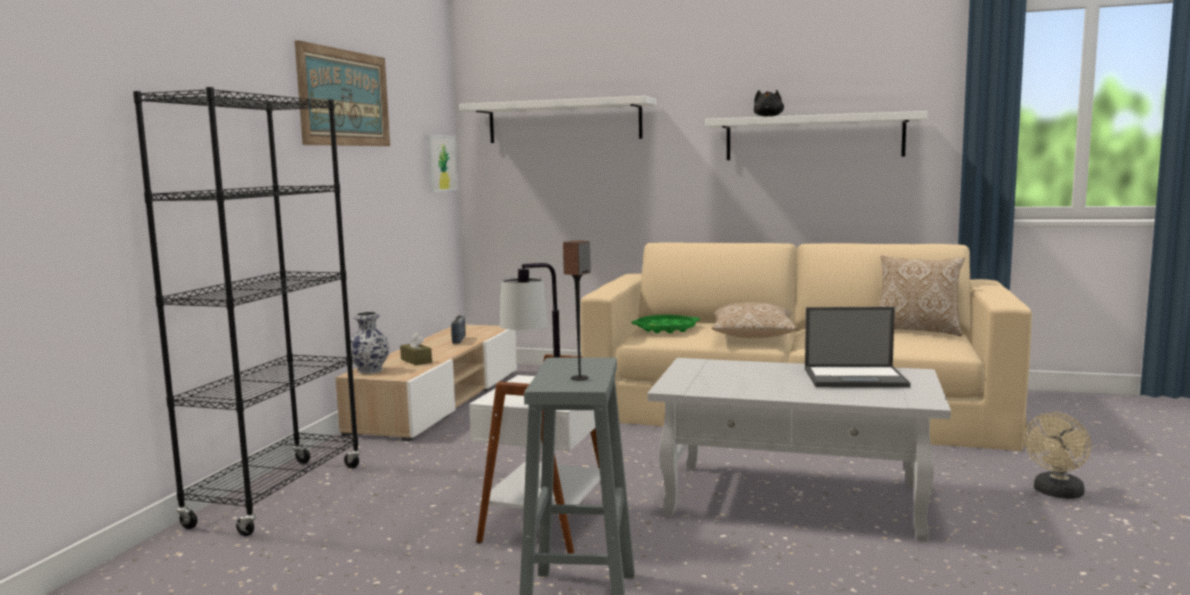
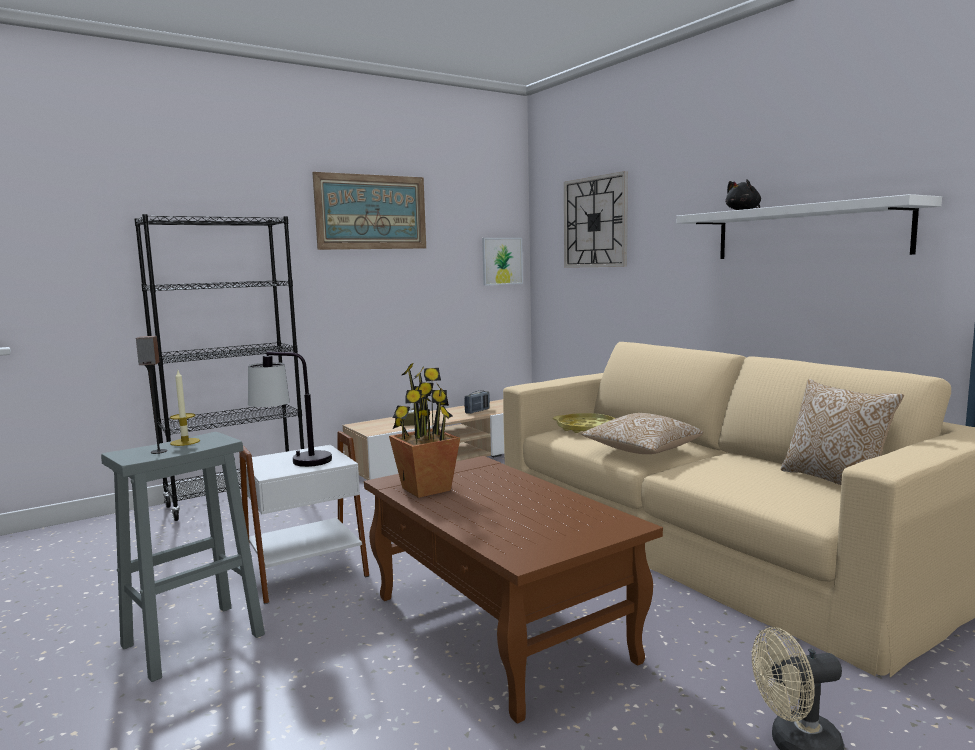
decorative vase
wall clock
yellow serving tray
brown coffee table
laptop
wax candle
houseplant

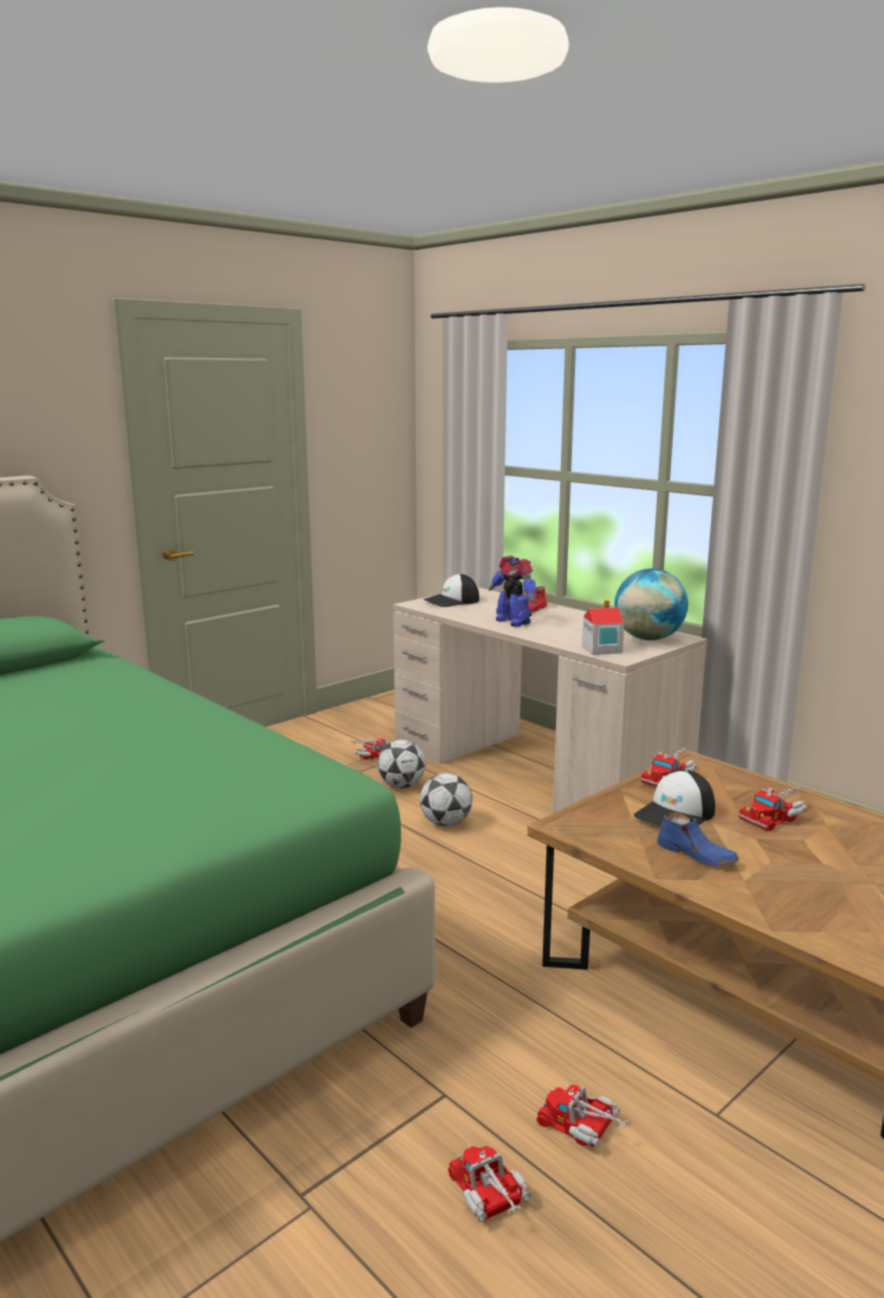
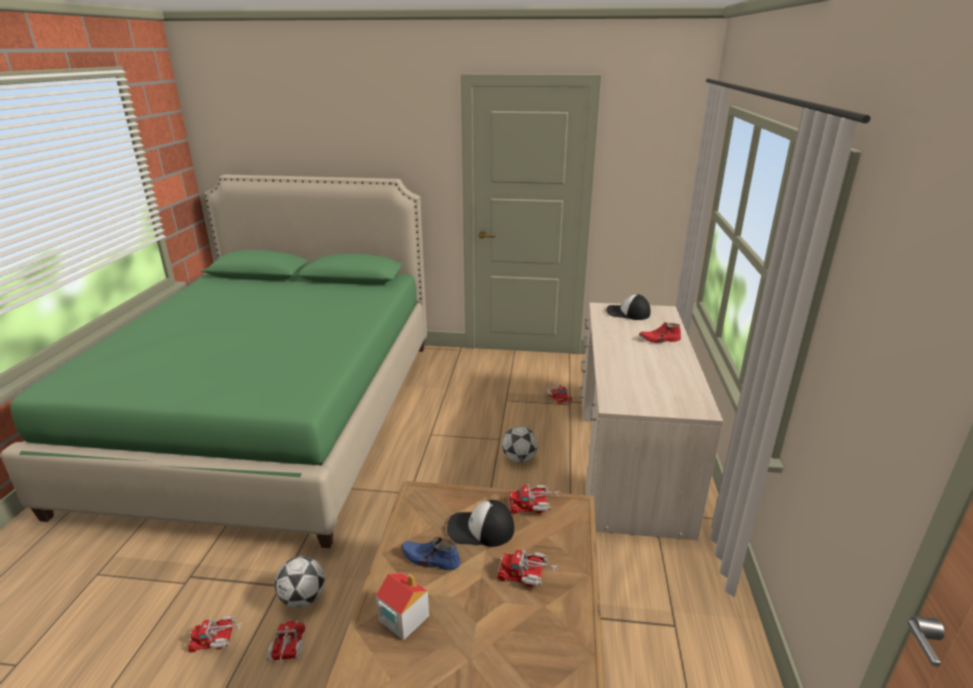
football (1st from left)
toy truck (1st from left)
robot figure
miniature house
desk globe
blue item of footwear

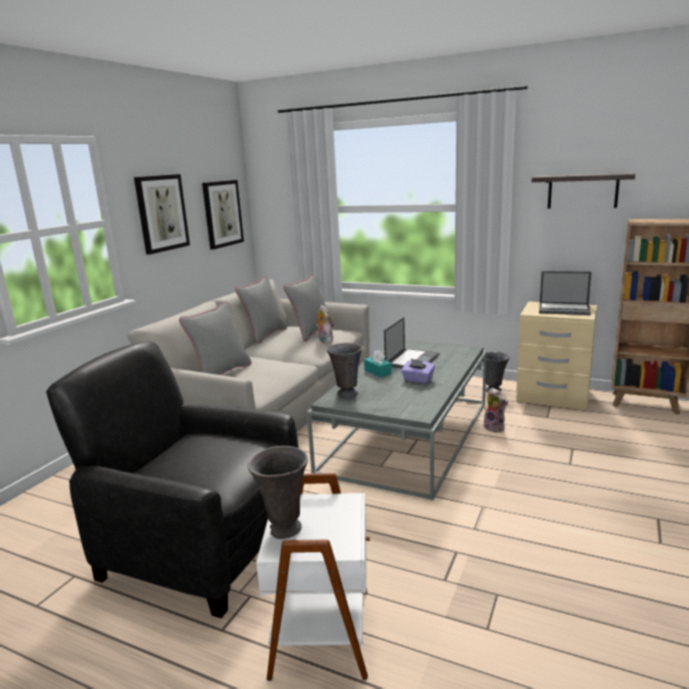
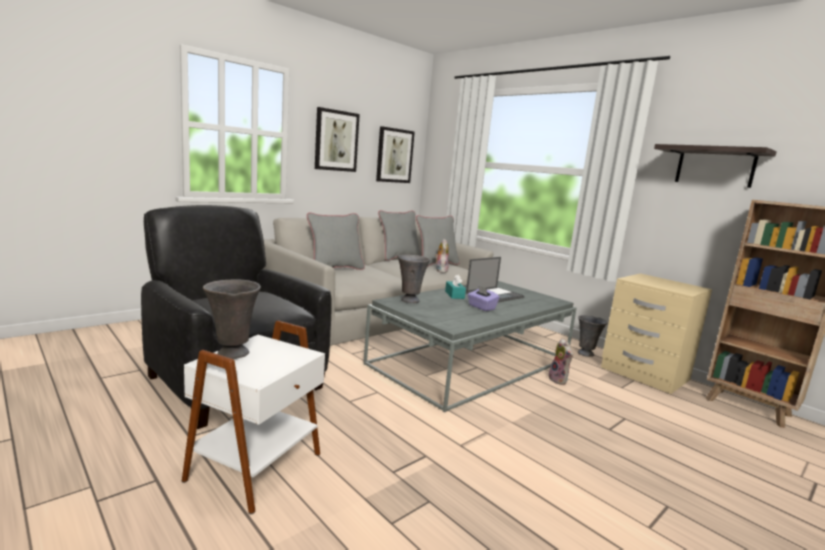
laptop (2nd from left in the first image)

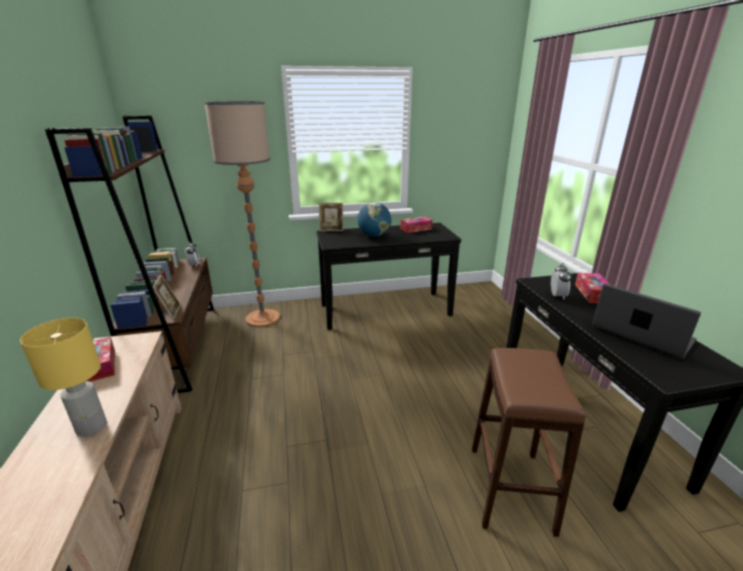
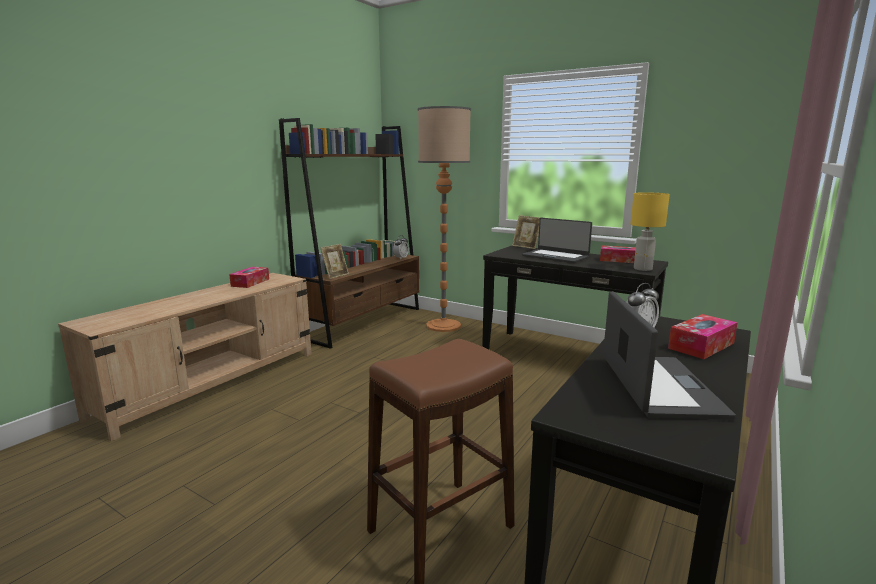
yellow table lamp
laptop (1st from left)

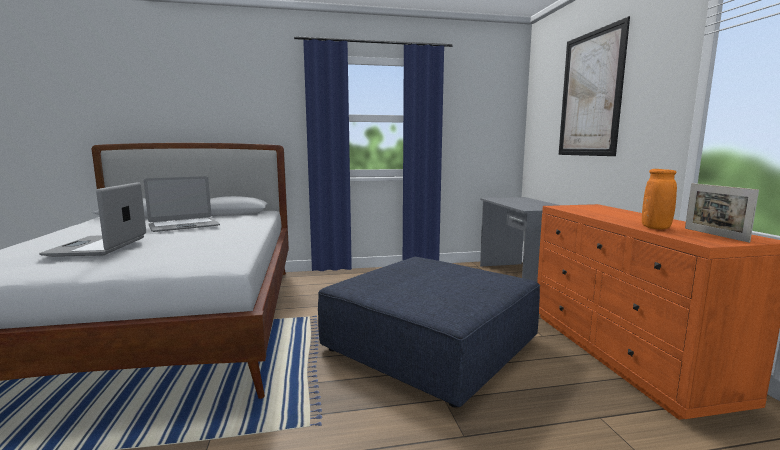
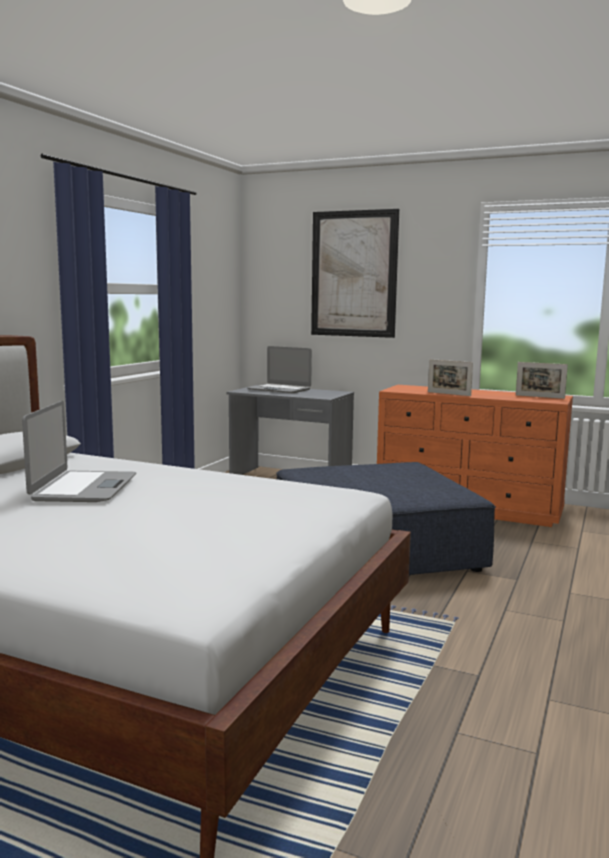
laptop (2nd from left)
orangey decorative vase
standing frame (1st from left)

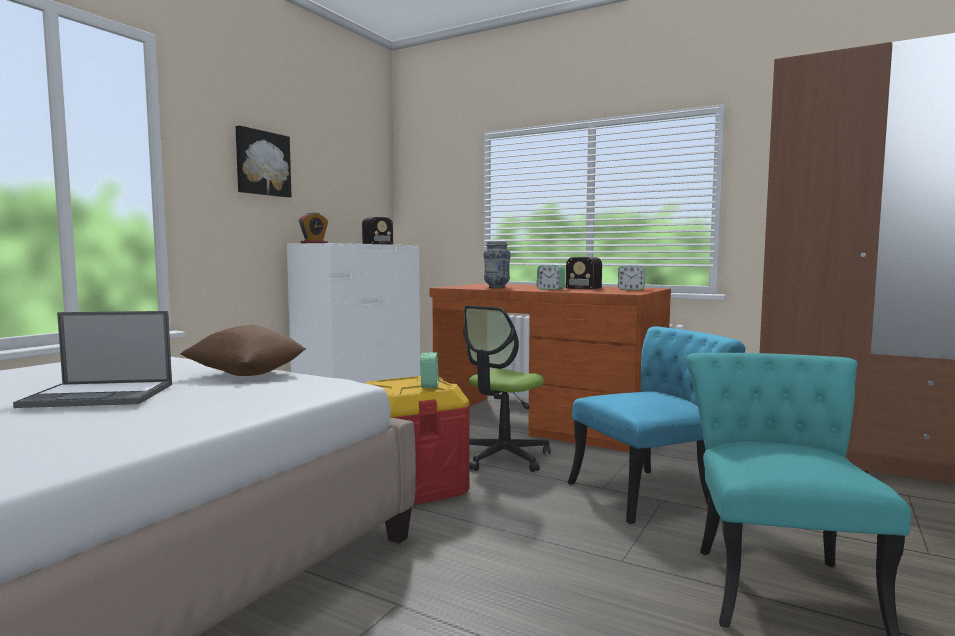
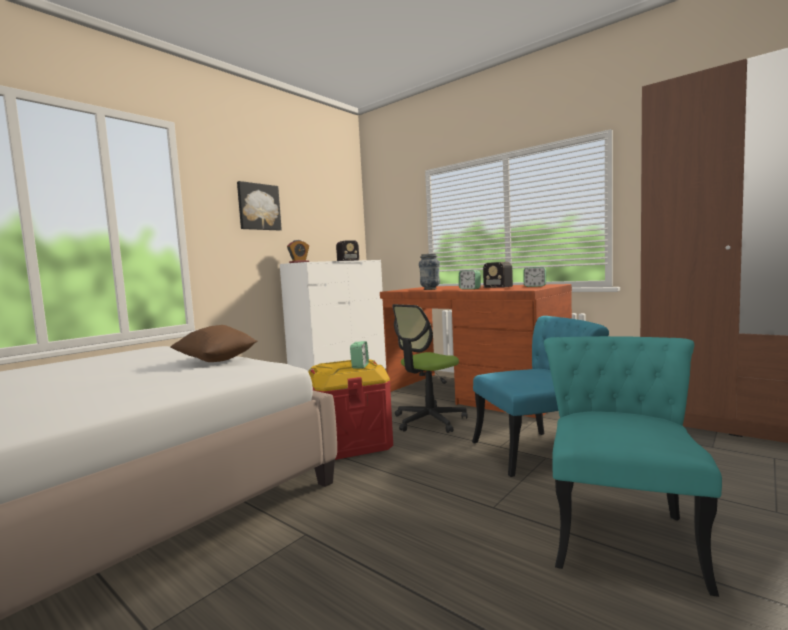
laptop

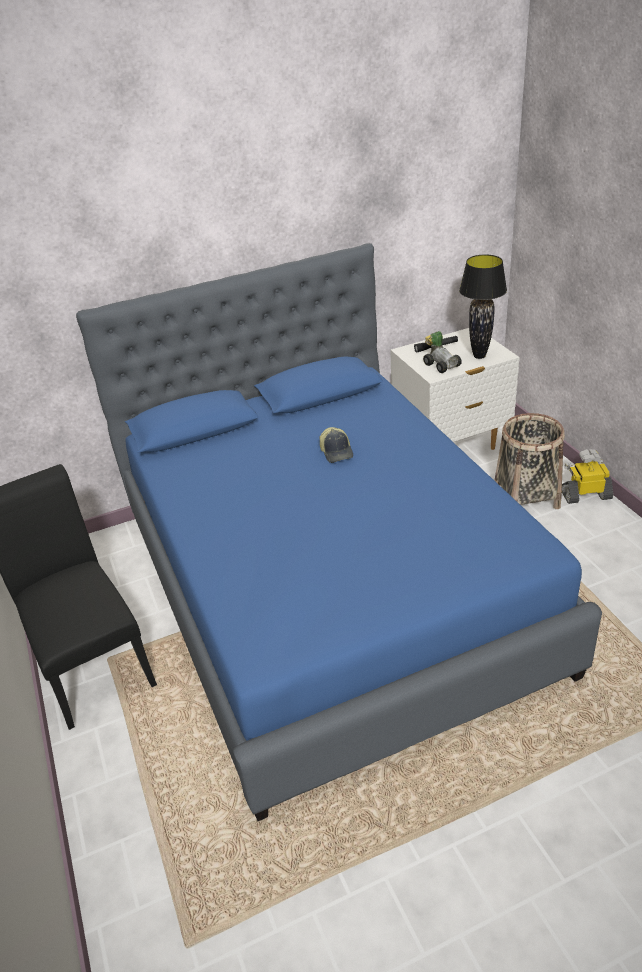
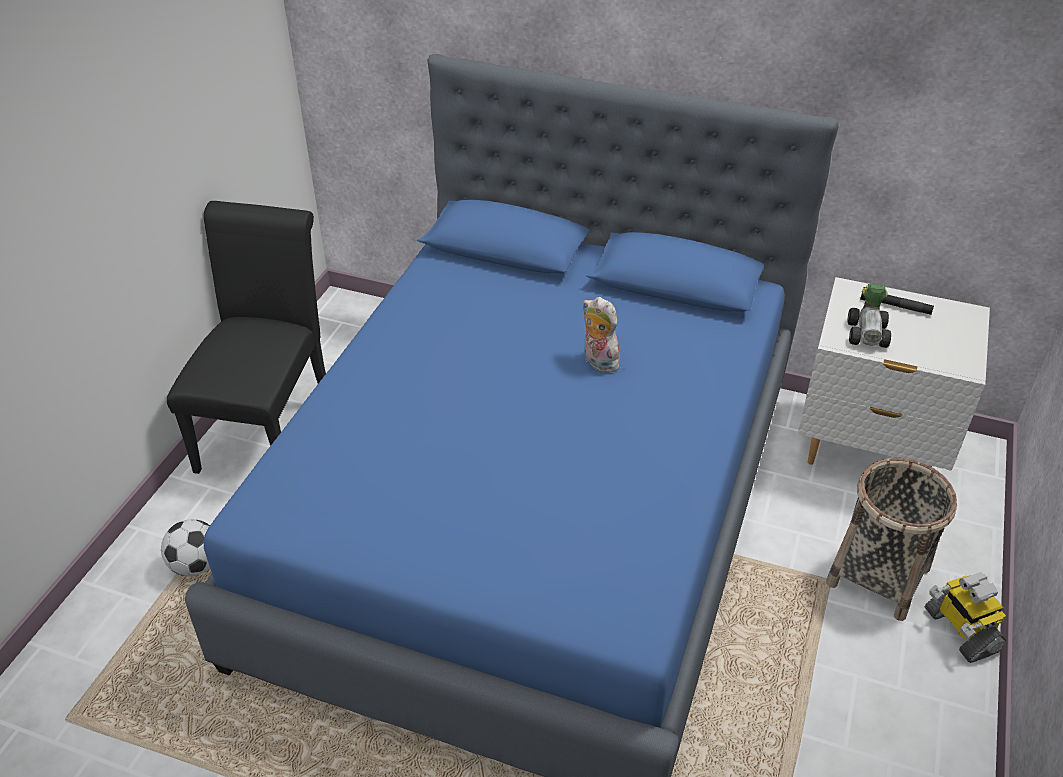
plush toy
black table lamp
robot figure
football

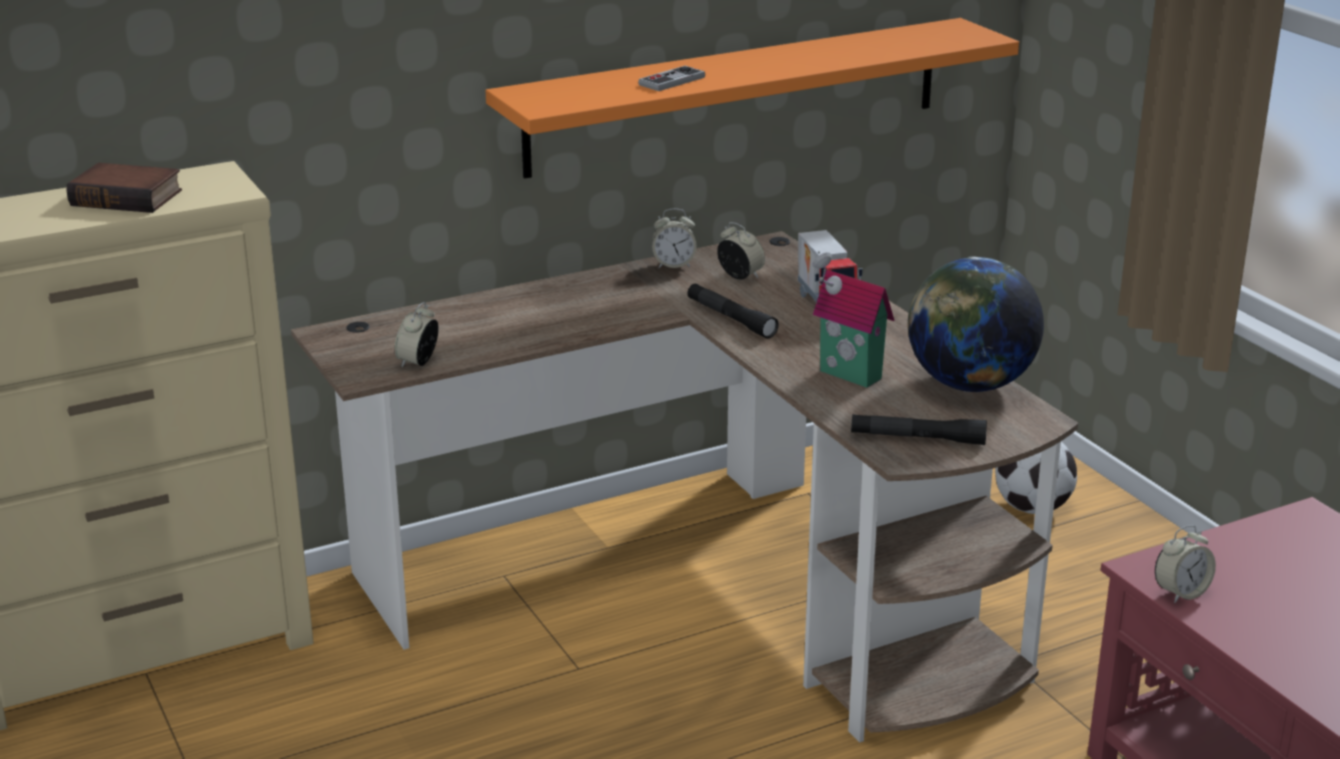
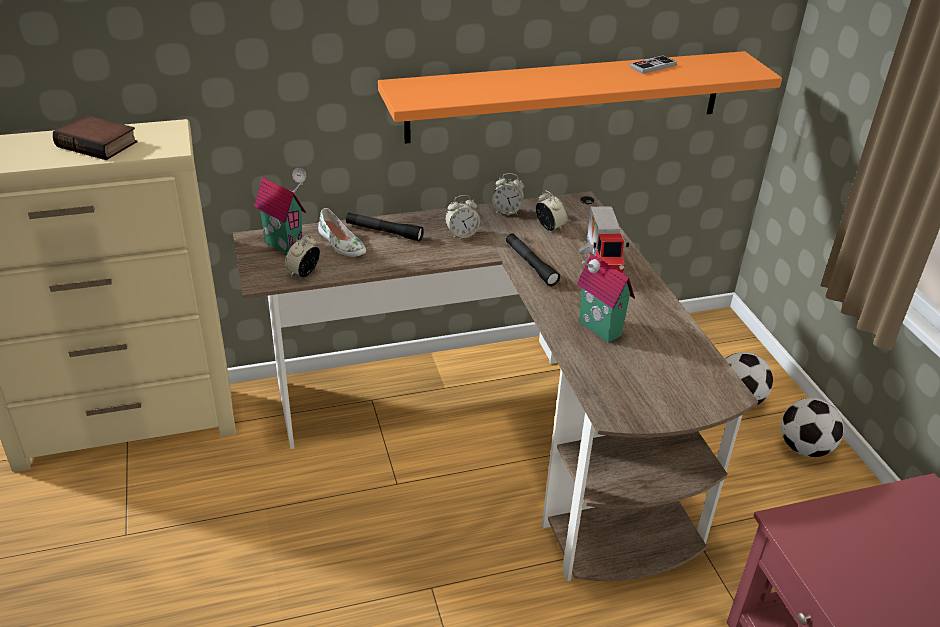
gamepad
black hand torch (1st from left)
desk globe
table clock (2nd from left)
miniature house (1st from left)
white-coloured item of footwear
football (2nd from left)

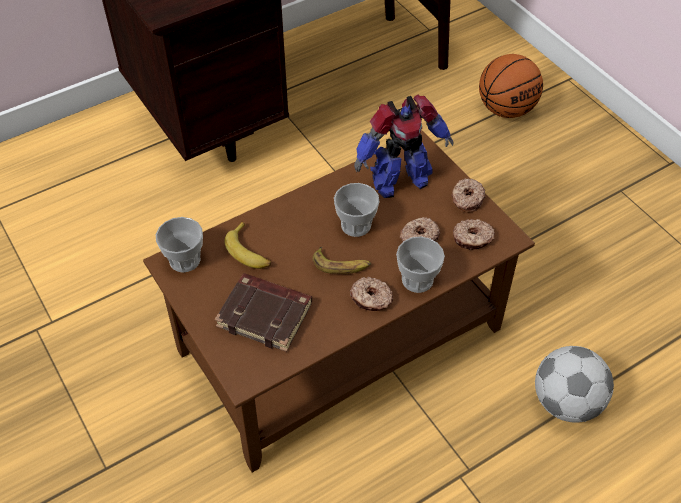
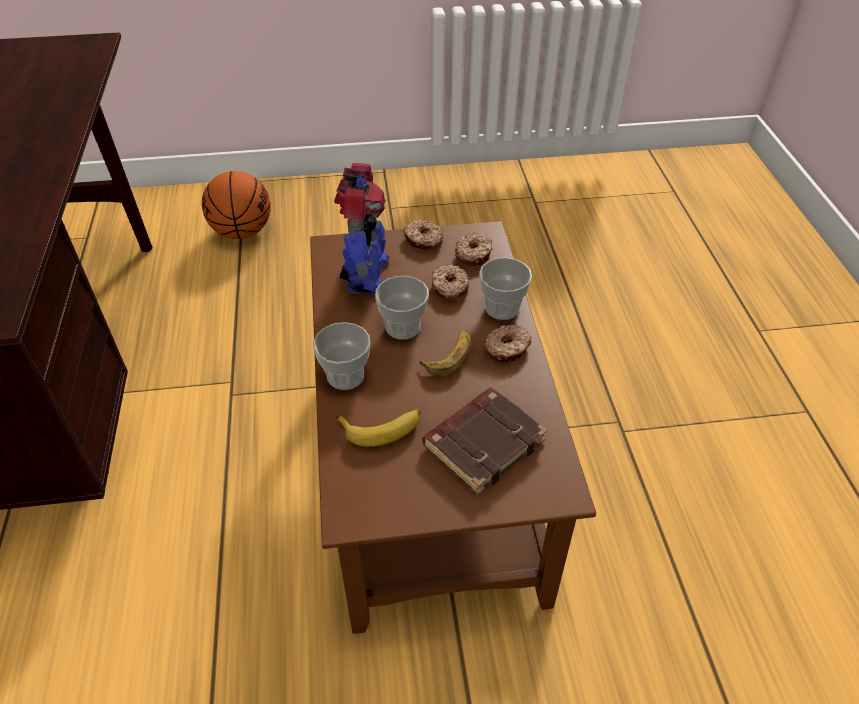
cup (1st from left)
football

